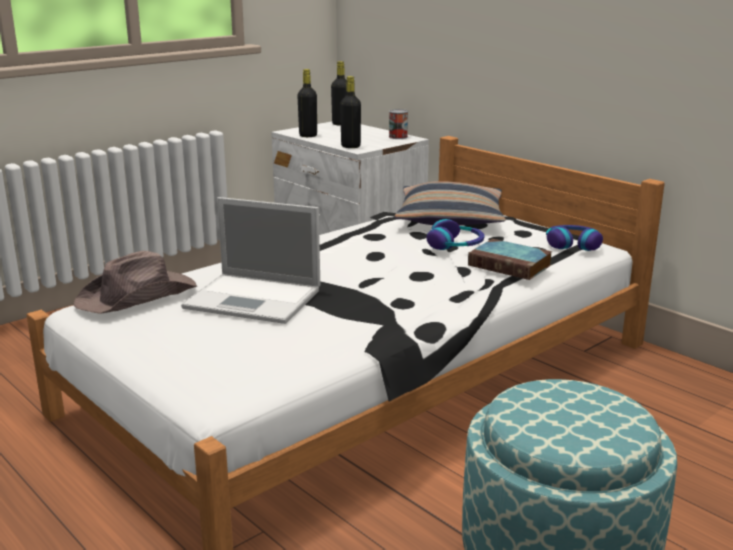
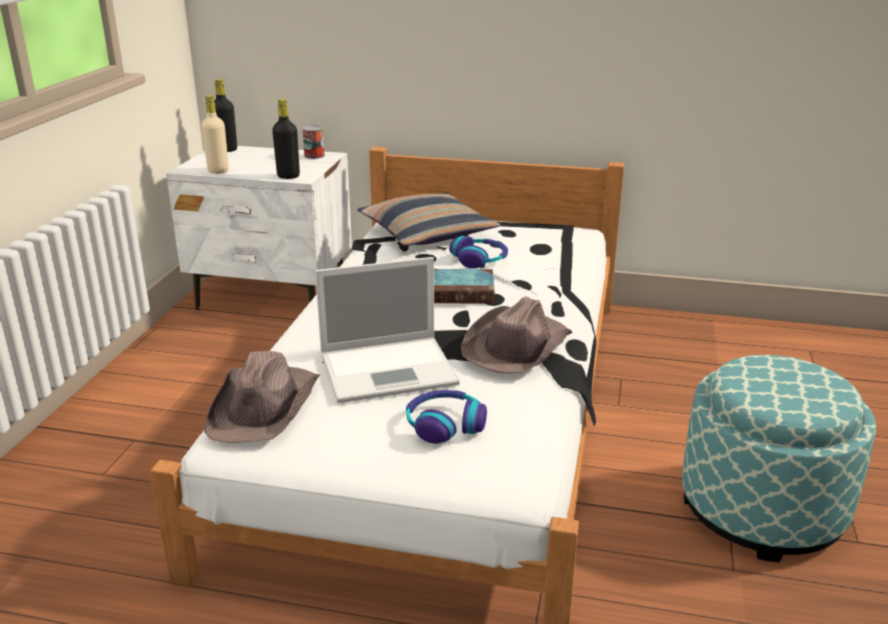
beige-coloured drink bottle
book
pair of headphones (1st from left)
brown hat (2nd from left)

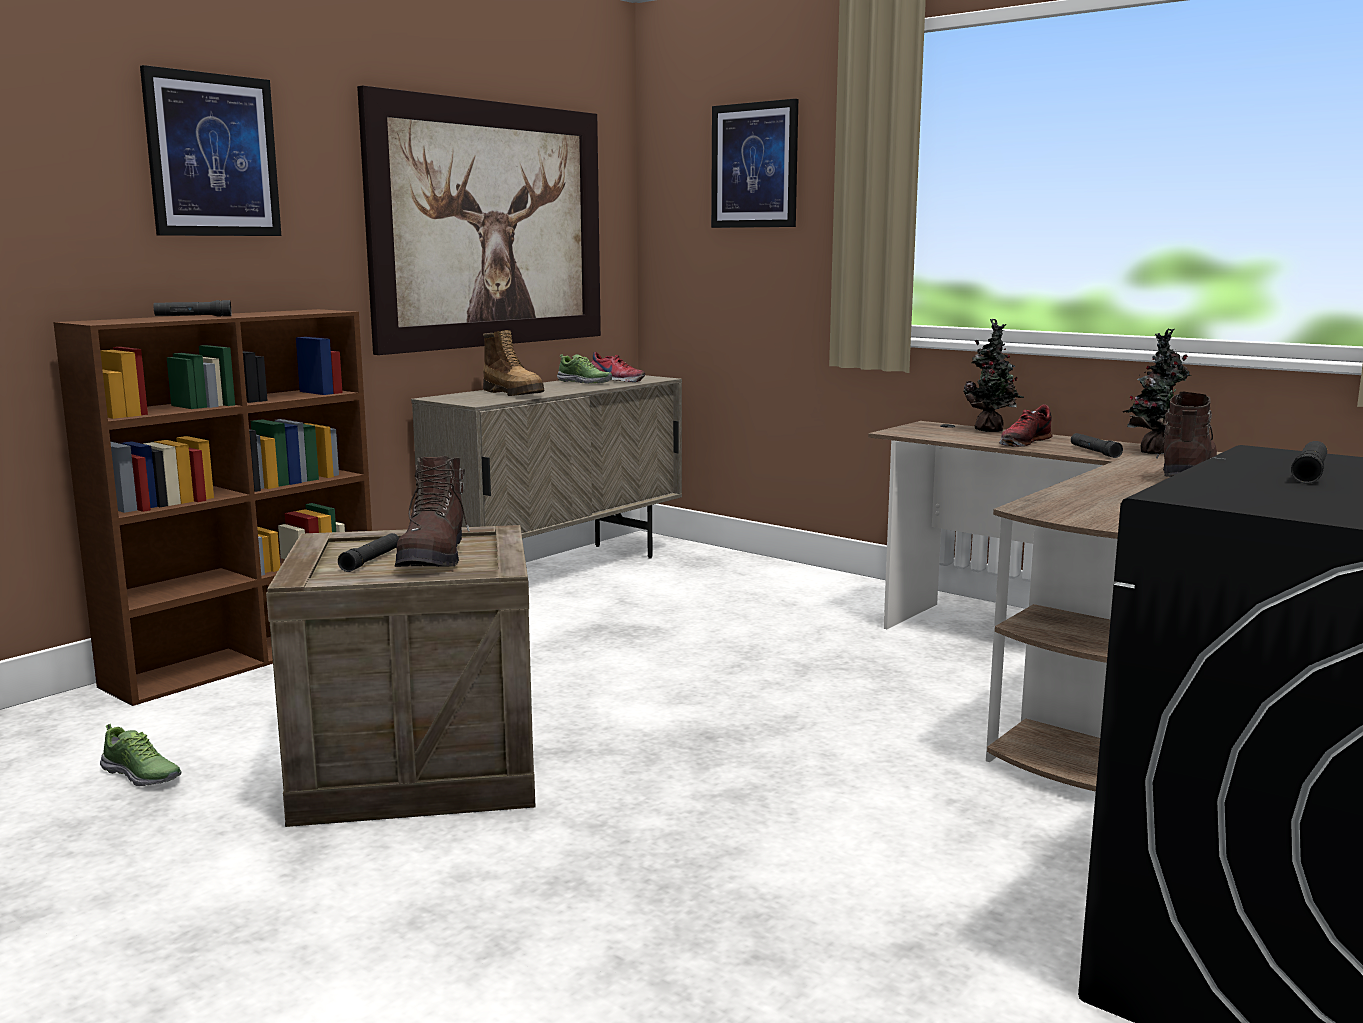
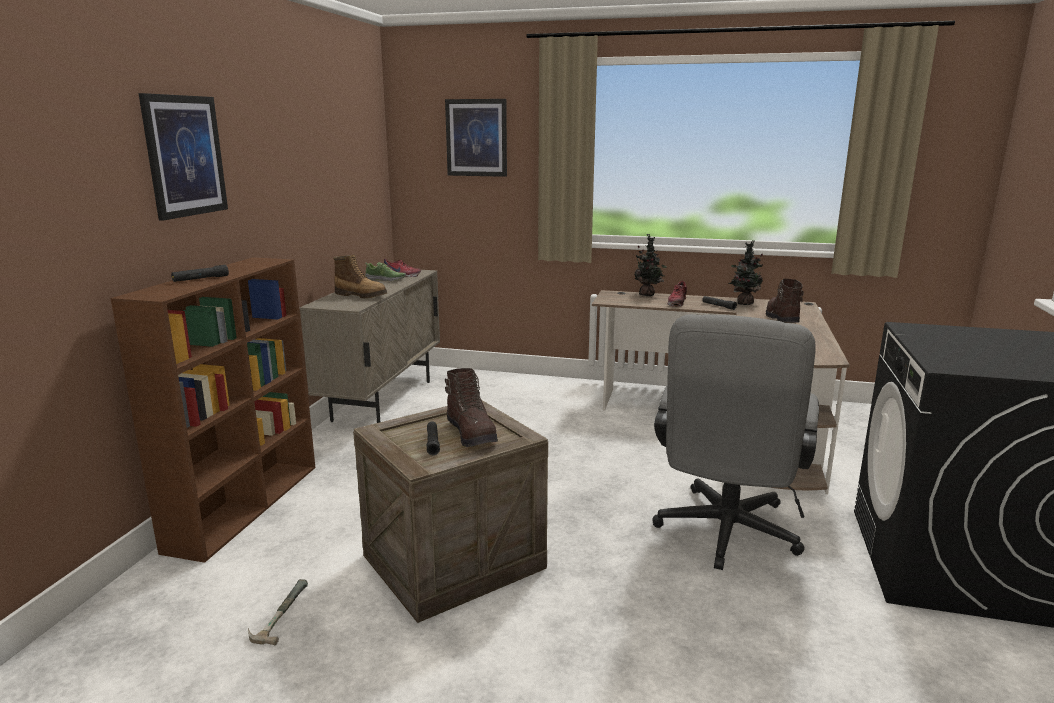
tool hammer
picture (2nd from left in the first image)
black hand torch (4th from left in the first image)
grey office chair

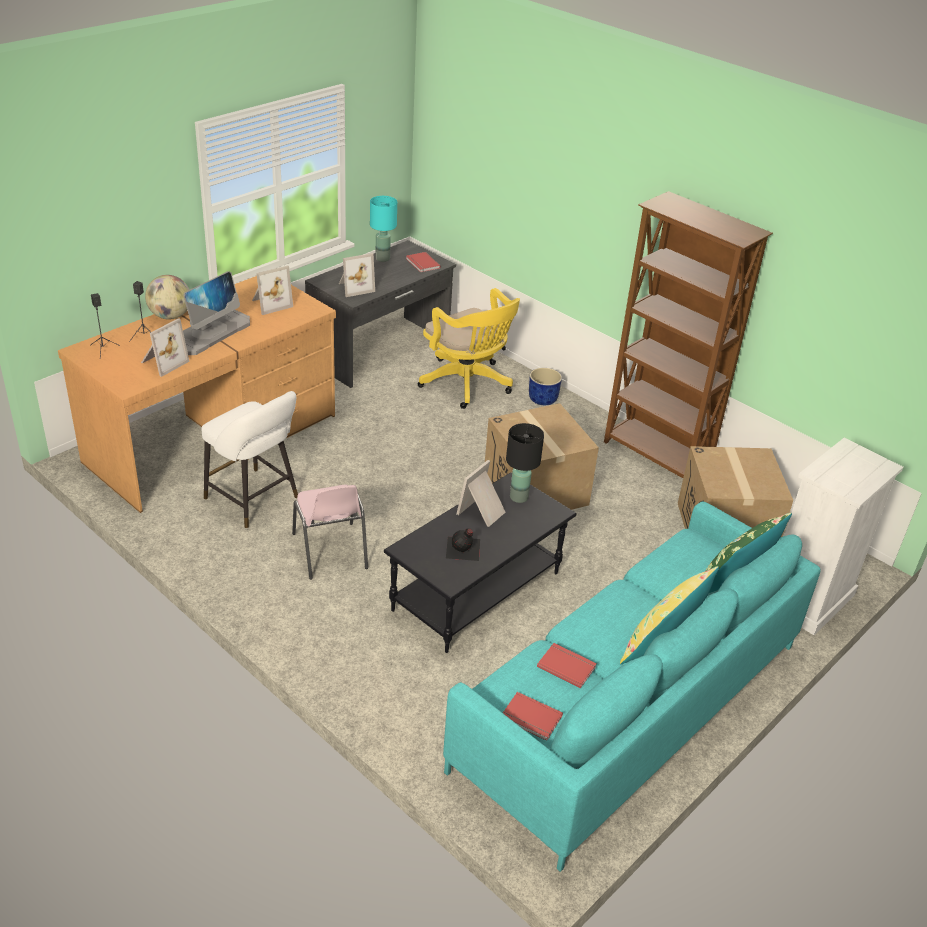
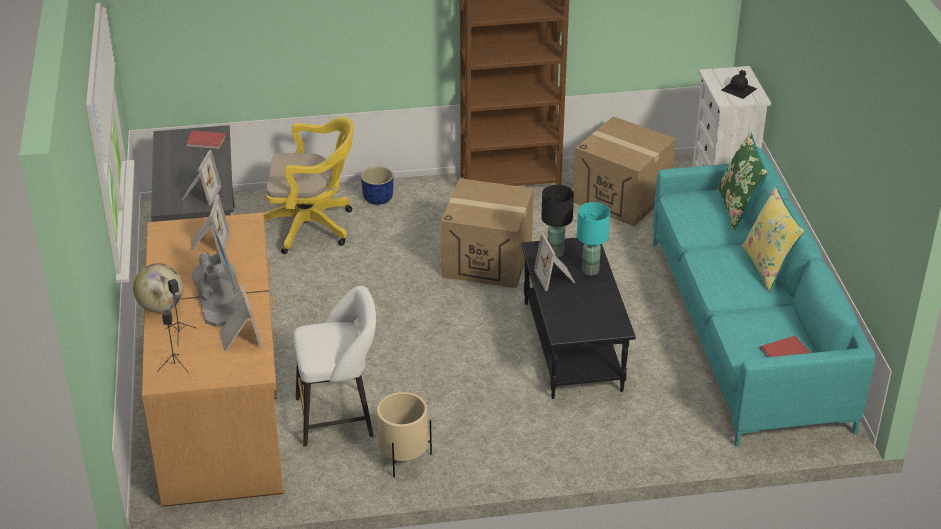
pink-coloured plain chair
turquoise-coloured table lamp
black drink bottle
red book (3rd from left in the first image)
beige-coloured plant pot

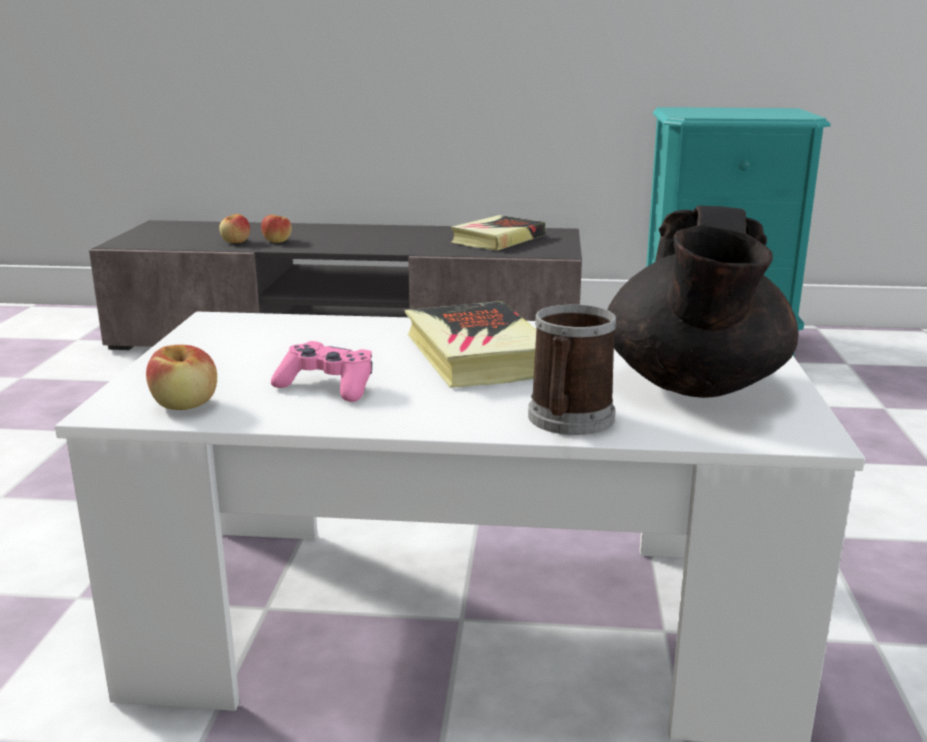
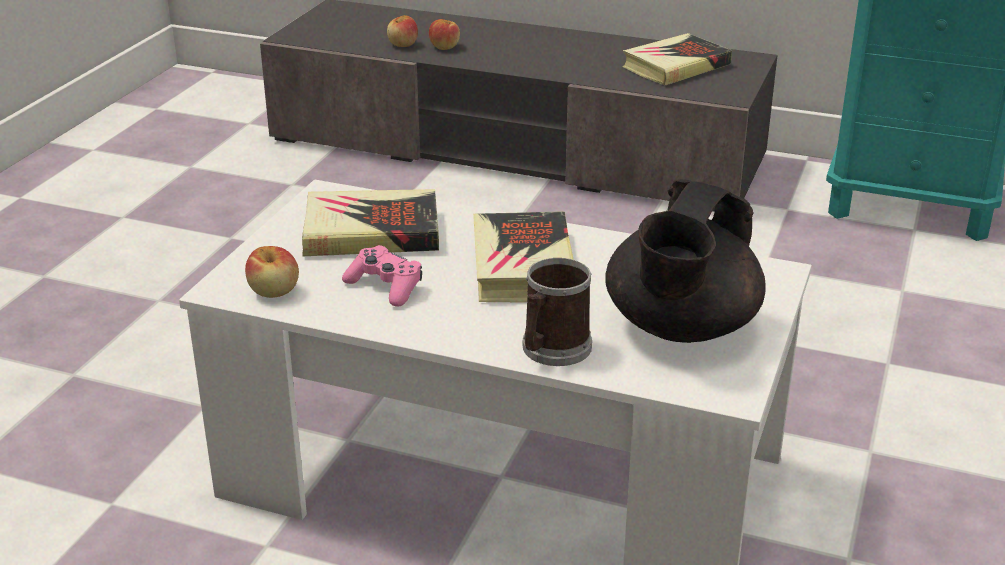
book (1st from left)

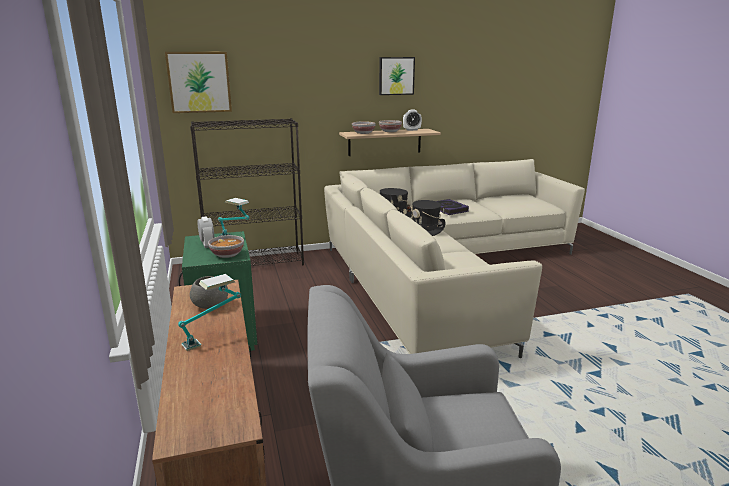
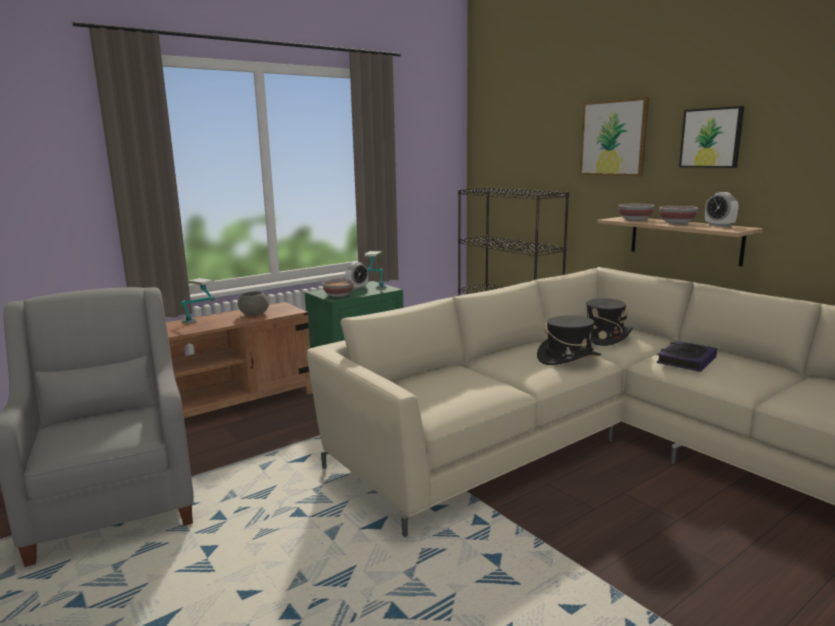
picture (1st from left)

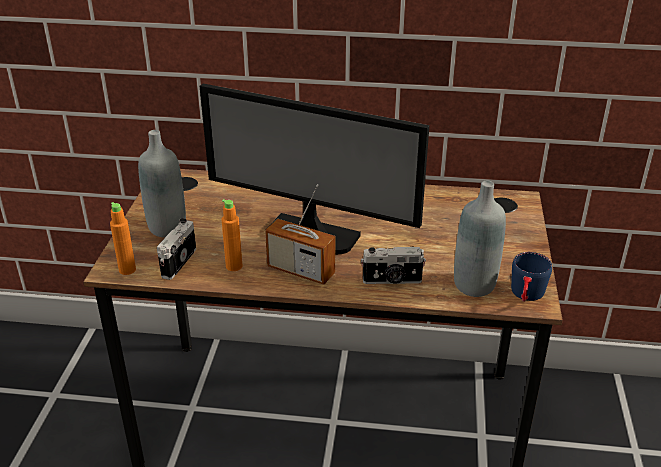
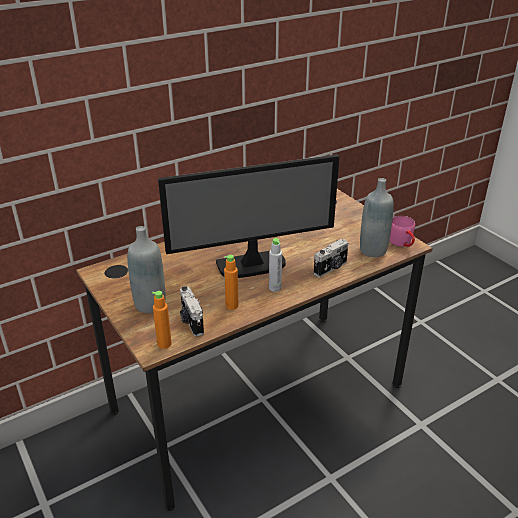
grey drink bottle (2nd from left)
pink-coloured coffee mug

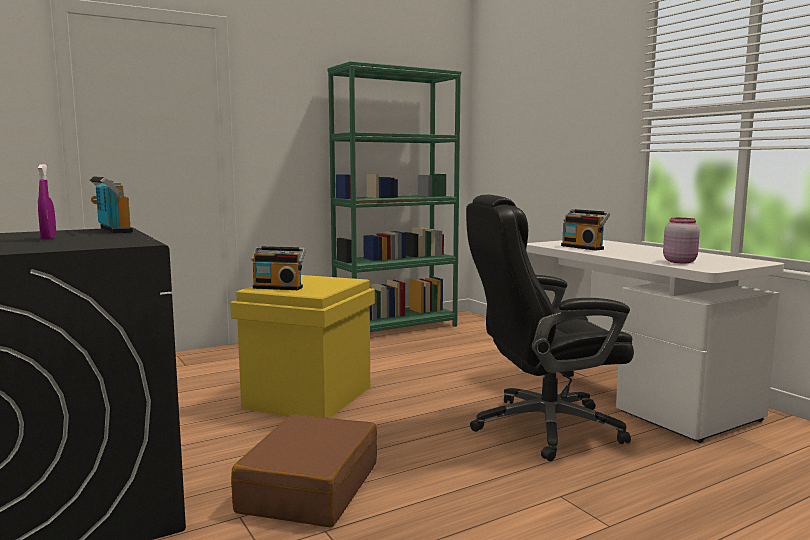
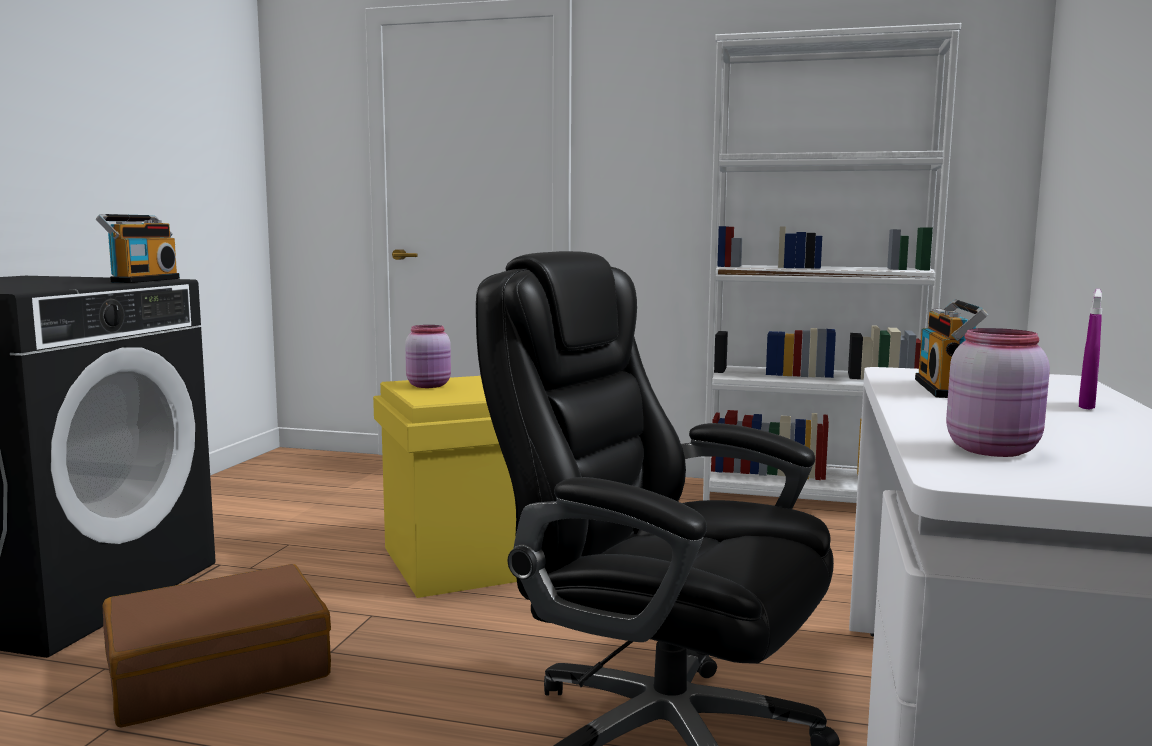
purplish sprayer
pink-coloured storage jar (1st from left)
white-coloured shelving unit

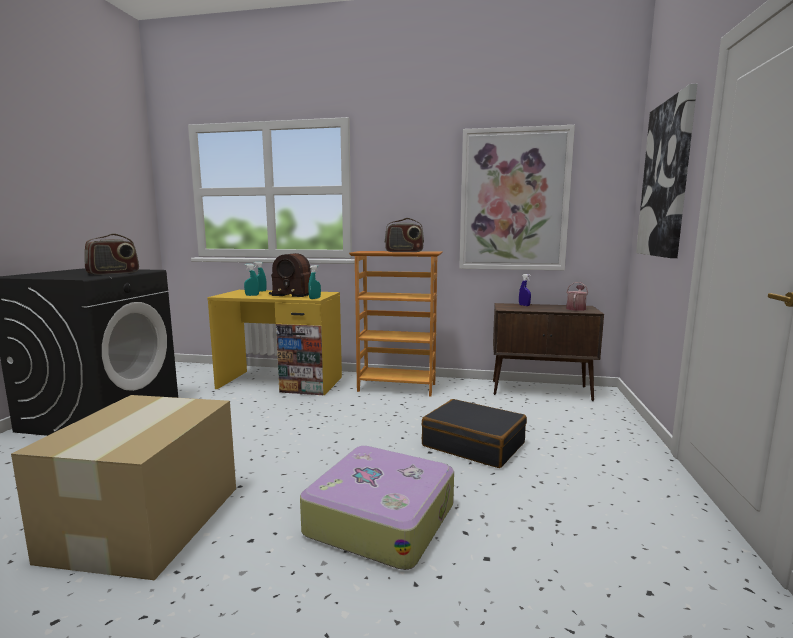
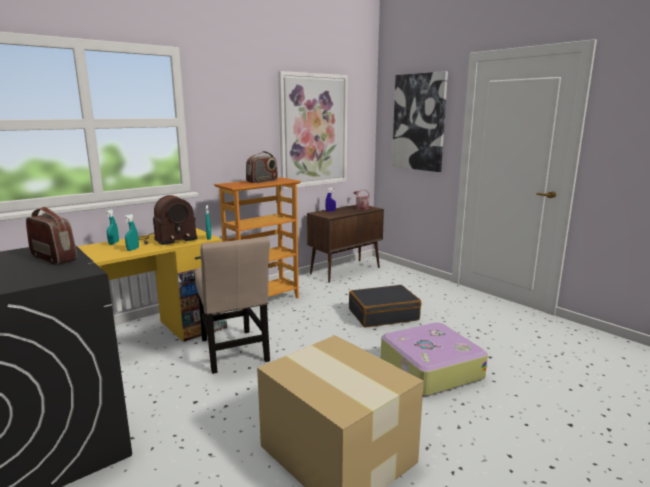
radio receiver (1st from left)
beige-coloured plain chair

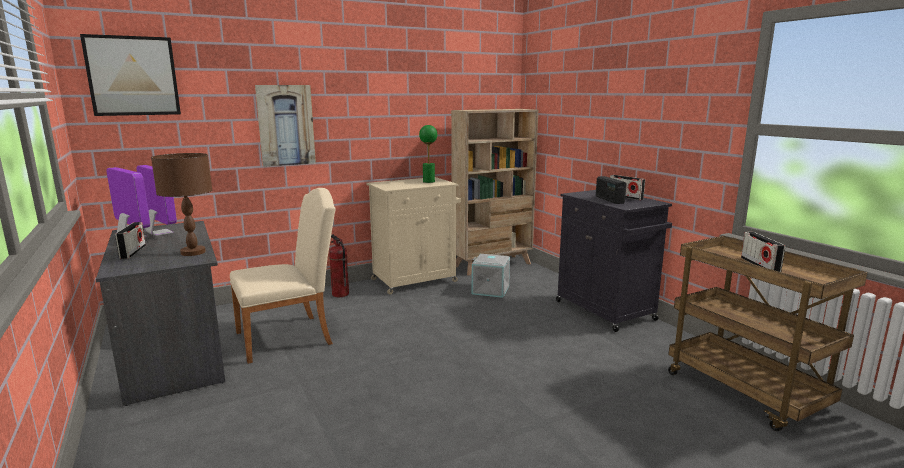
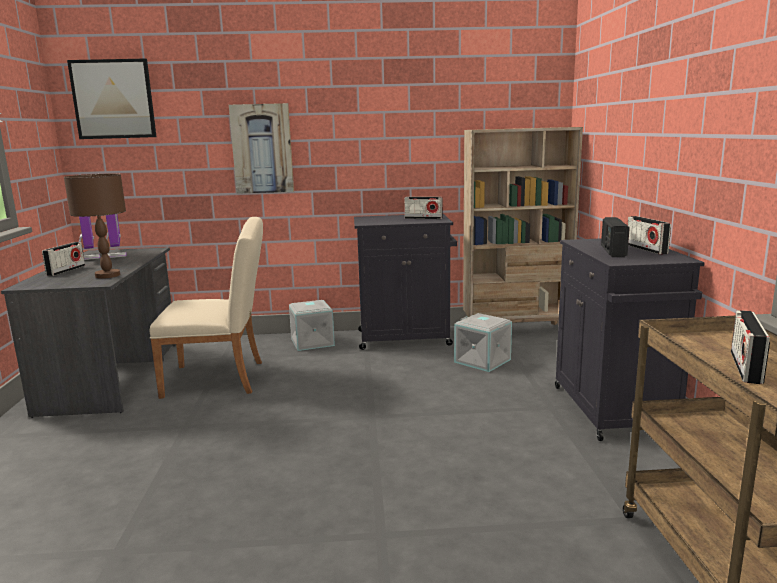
grey storage box (1st from left)
black cabinet (1st from left)
radio receiver (2nd from left)

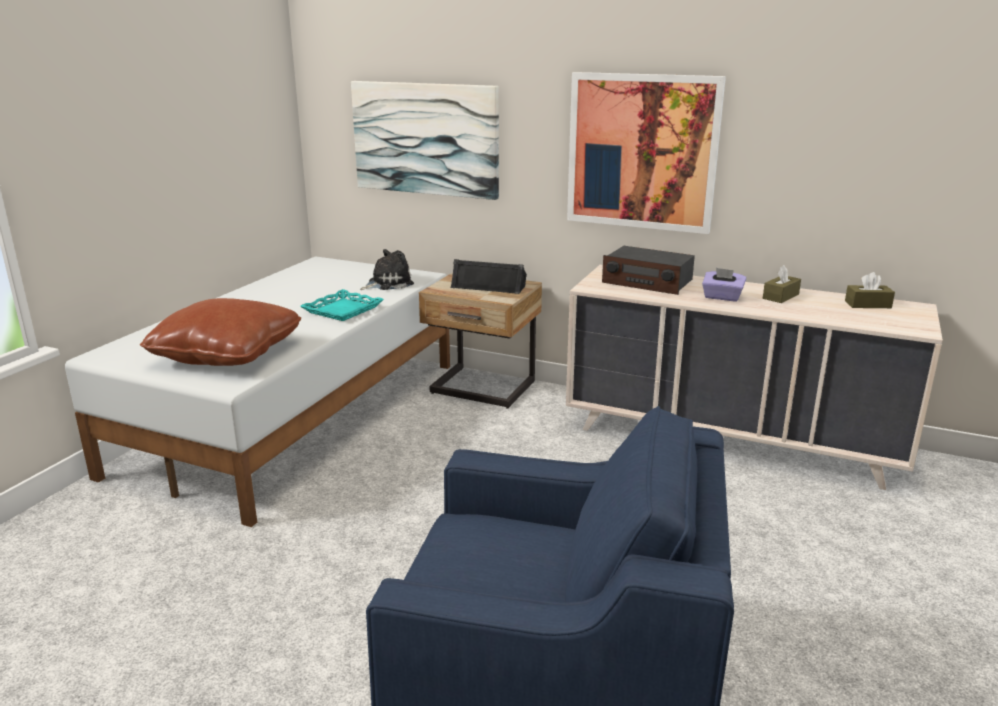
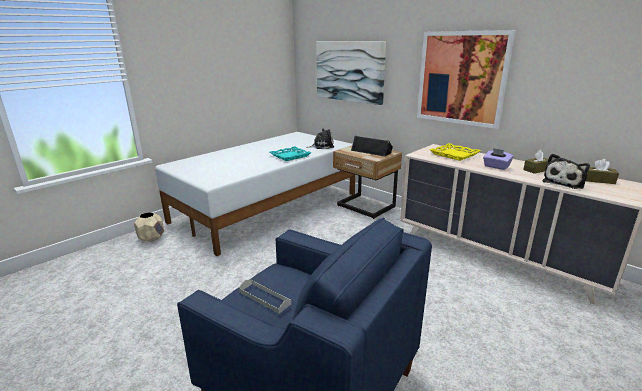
brown cushion
yellow serving tray
beige-coloured plant pot
grey serving tray
plush toy (2nd from left)

